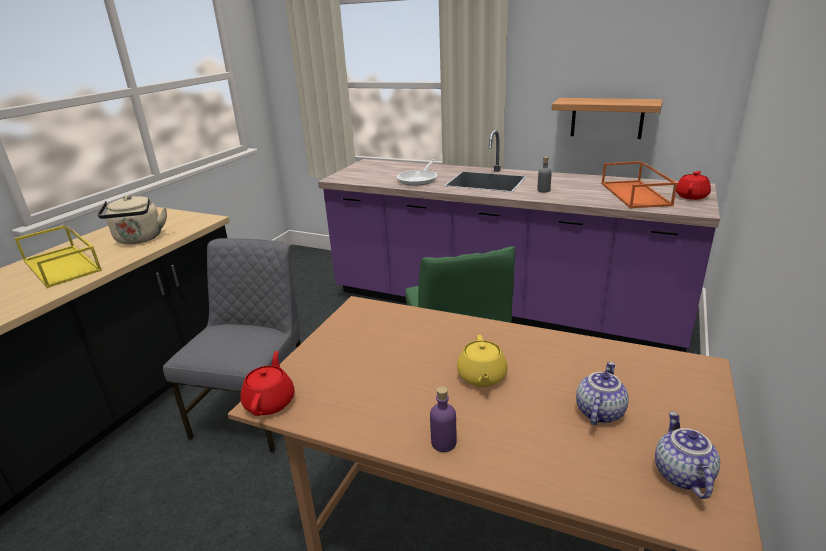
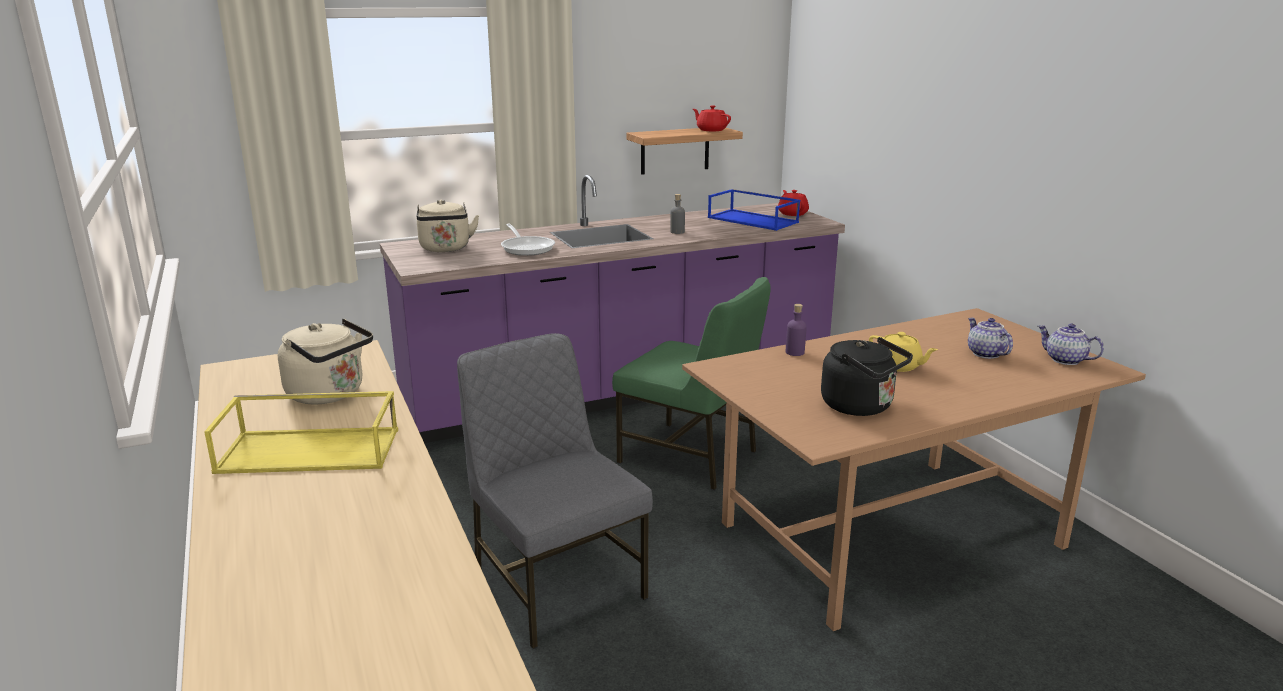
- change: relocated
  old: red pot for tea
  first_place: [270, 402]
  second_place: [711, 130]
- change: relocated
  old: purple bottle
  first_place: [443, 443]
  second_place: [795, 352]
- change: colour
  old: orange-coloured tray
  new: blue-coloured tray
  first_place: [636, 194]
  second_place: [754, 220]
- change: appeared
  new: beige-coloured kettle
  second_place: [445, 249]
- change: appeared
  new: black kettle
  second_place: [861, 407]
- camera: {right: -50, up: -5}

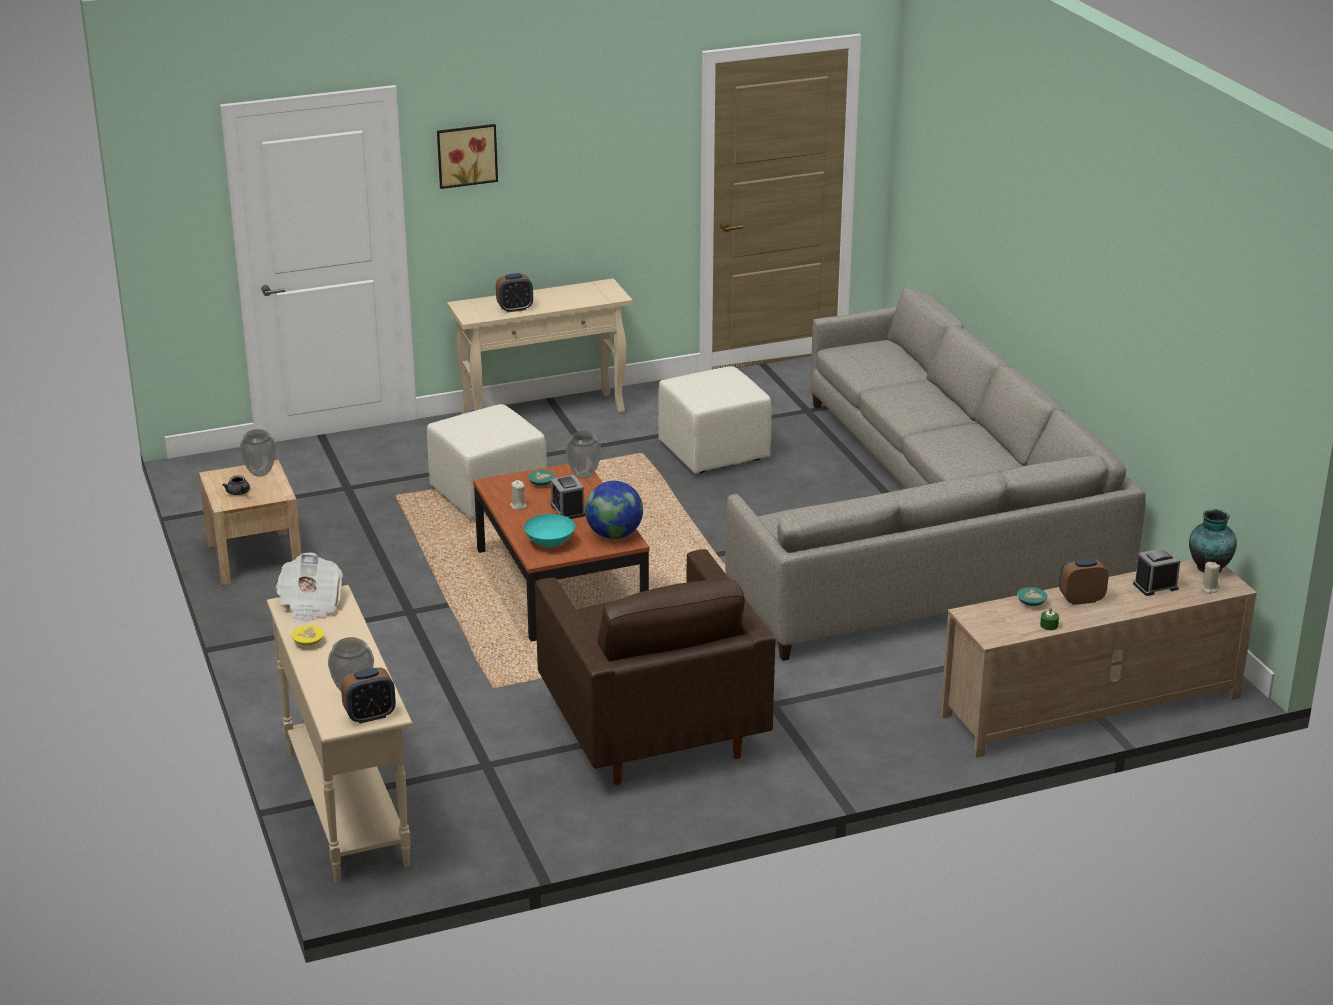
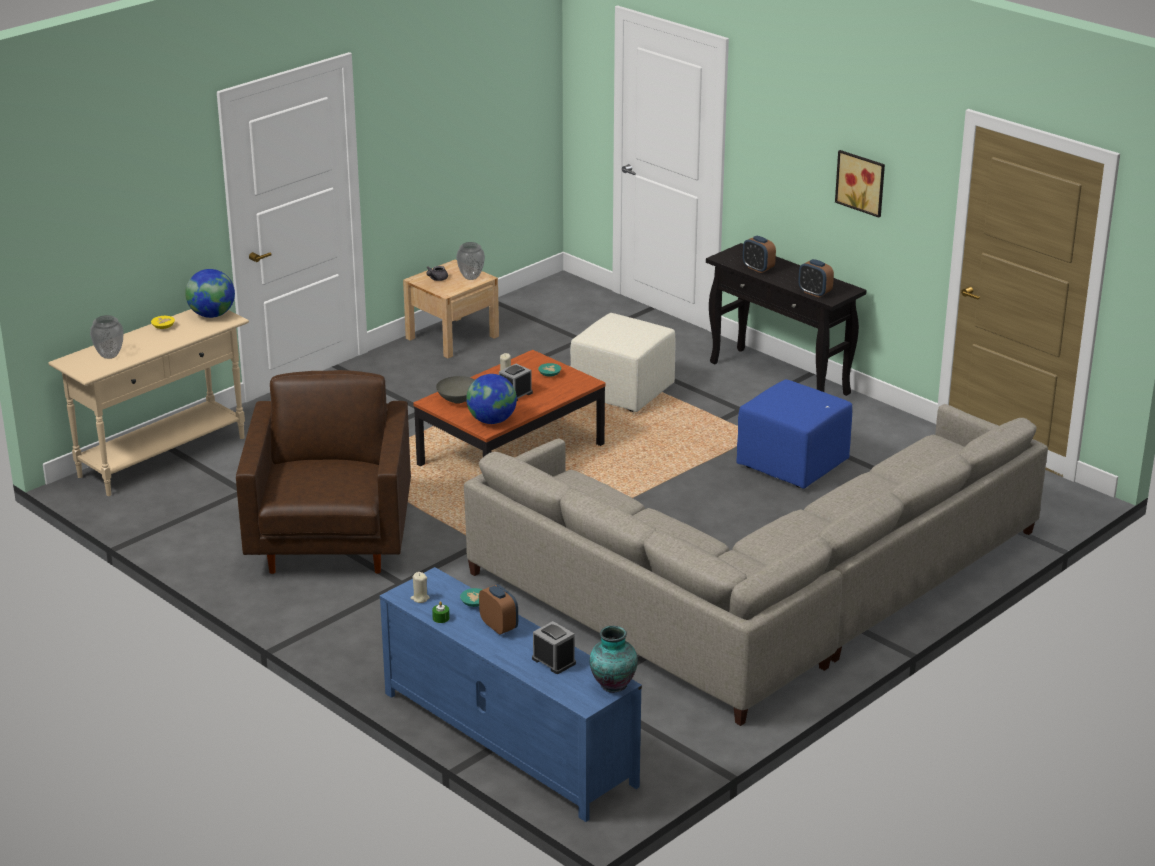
- change: exchanged
  old: printed paper
  new: desk globe
  first_place: [310, 604]
  second_place: [212, 315]
- change: relocated
  old: bedside clock
  first_place: [370, 716]
  second_place: [814, 293]
- change: relocated
  old: wall picture
  first_place: [466, 155]
  second_place: [862, 182]
- change: colour
  old: beige-coloured narrow table
  new: black narrow table
  first_place: [544, 414]
  second_place: [780, 378]
- change: colour
  old: turquoise serving bowl
  new: grey serving bowl
  first_place: [549, 543]
  second_place: [458, 400]
- change: spun
  old: brown armchair
  first_place: [651, 728]
  second_place: [331, 541]
  degrees: 135
- change: missing
  old: decorative vase
  first_place: [584, 475]
- change: colour
  old: beige-coloured footrest
  new: blue-coloured footrest
  first_place: [714, 452]
  second_place: [794, 465]
- change: colour
  old: beige-coloured tv unit
  new: blue-coloured tv unit
  first_place: [1090, 707]
  second_place: [507, 738]
- change: relocated
  old: beige-coloured wax candle
  first_place: [1209, 589]
  second_place: [420, 598]
- camera: {right: 65, up: 0}

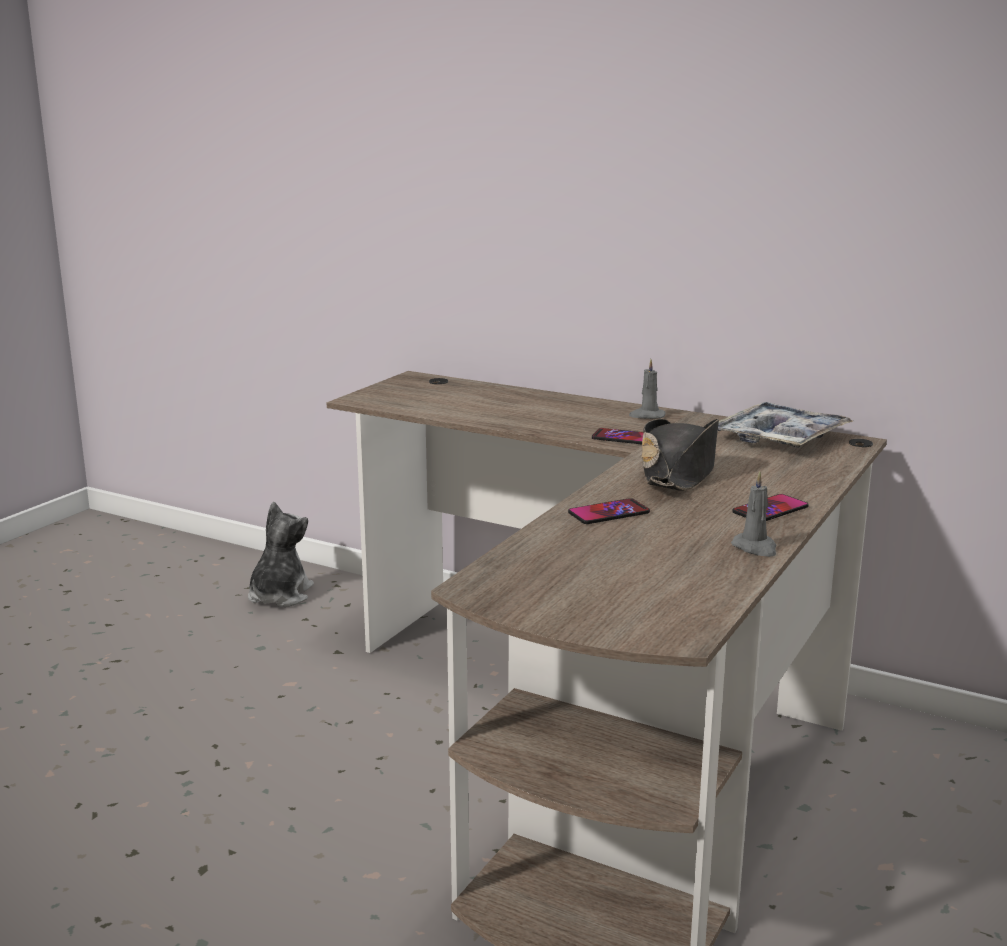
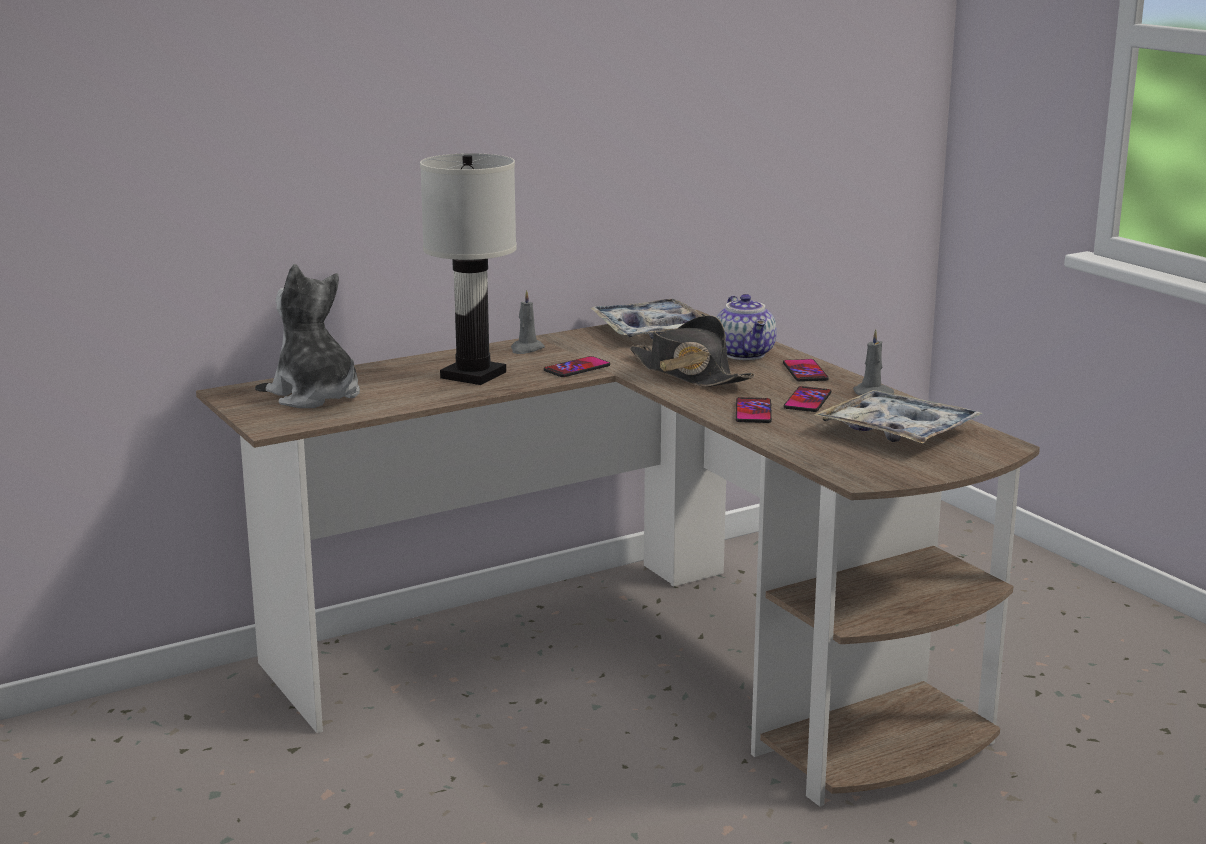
- change: relocated
  old: soft toy
  first_place: [279, 596]
  second_place: [315, 396]
- change: appeared
  new: white-coloured lamp for a table
  second_place: [474, 375]
- change: appeared
  new: pot for tea
  second_place: [746, 354]
- change: appeared
  new: handset
  second_place: [807, 401]
- change: appeared
  new: tray
  second_place: [897, 432]
- camera: {right: -60, up: 0}

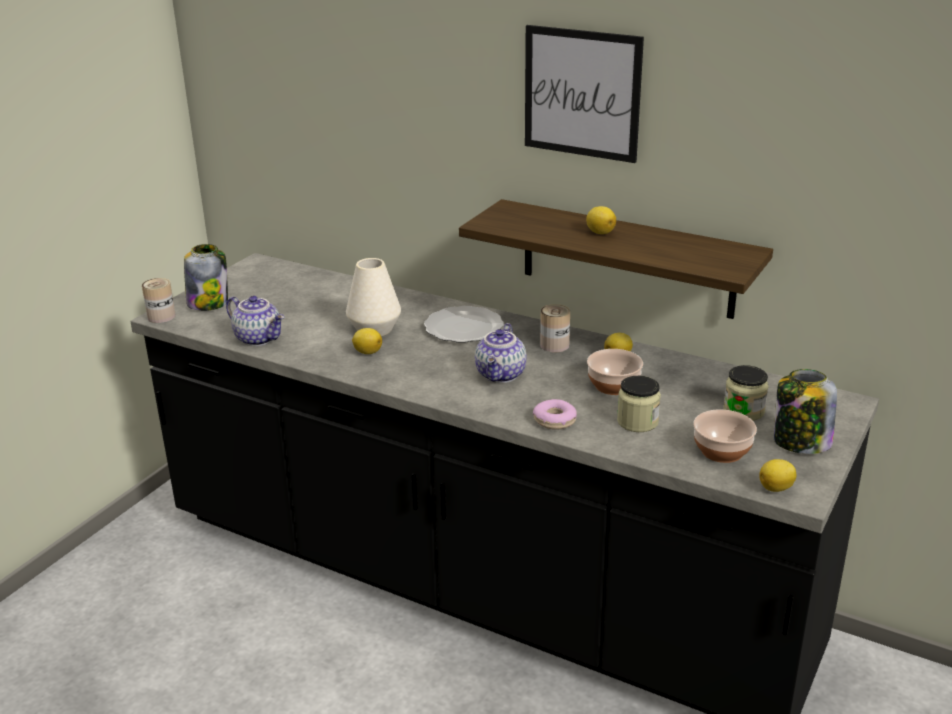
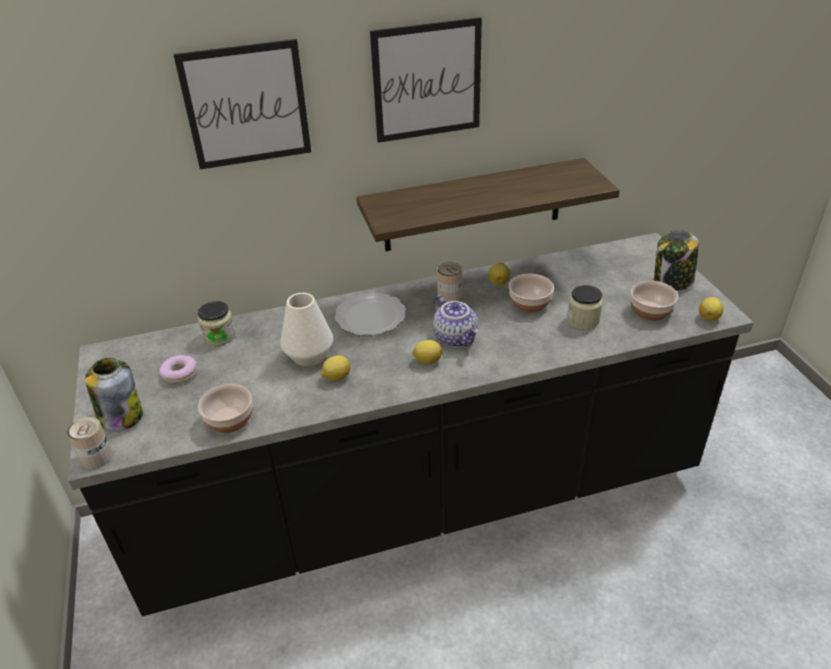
- change: exchanged
  old: pot for tea
  new: serving bowl
  first_place: [259, 338]
  second_place: [229, 420]
- change: relocated
  old: ring doughnut
  first_place: [554, 420]
  second_place: [180, 373]
- change: relocated
  old: citrus fruit
  first_place: [600, 232]
  second_place: [427, 361]
- change: relocated
  old: storage jar
  first_place: [743, 411]
  second_place: [219, 336]
- change: appeared
  new: wall picture
  second_place: [246, 105]
- camera: {right: -45, up: 10}

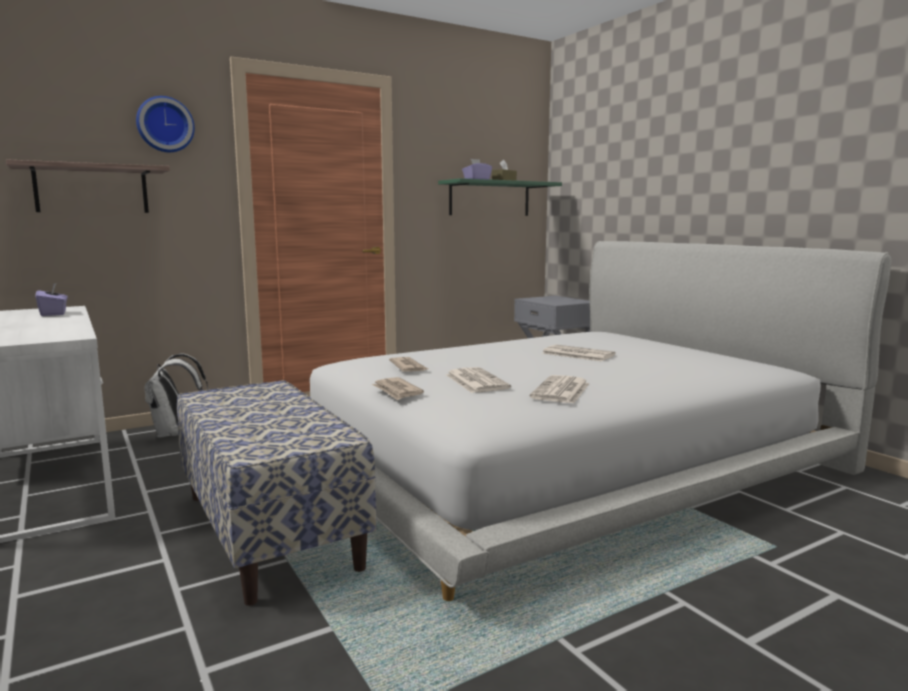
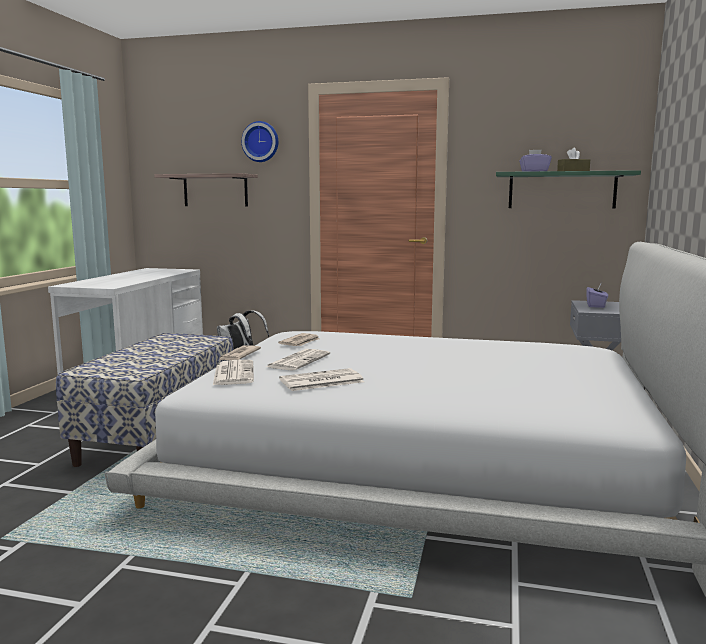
- change: relocated
  old: purple box of tissues
  first_place: [54, 314]
  second_place: [596, 305]
- change: relocated
  old: printed paper
  first_place: [577, 354]
  second_place: [233, 373]
- camera: {right: 45, up: 0}

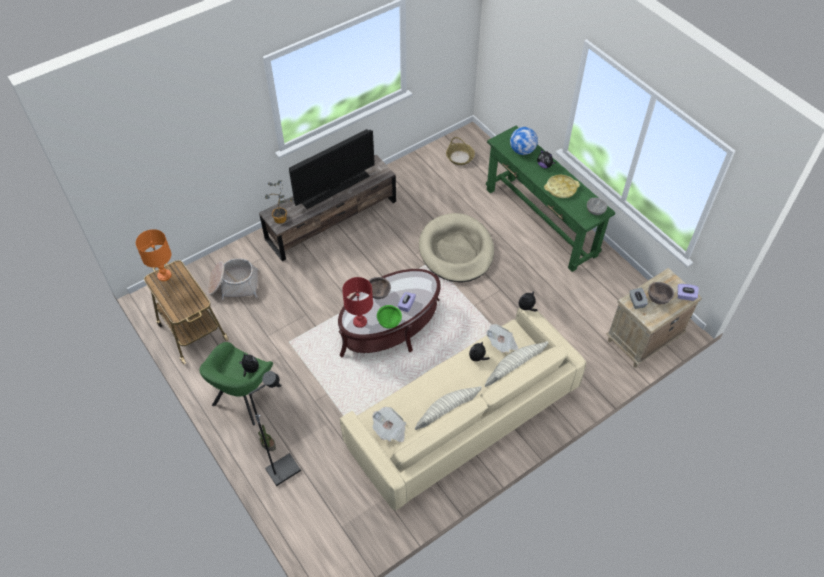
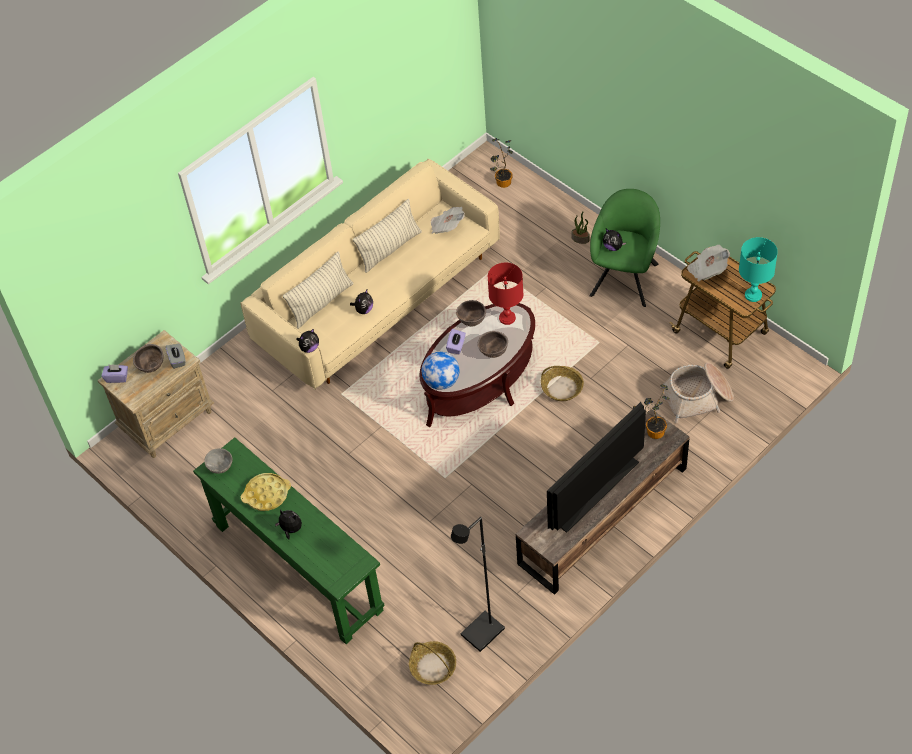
- change: colour
  old: orange-coloured lamp for a table
  new: turquoise lamp for a table
  first_place: [164, 276]
  second_place: [753, 295]
- change: relocated
  old: black floor lamp
  first_place: [283, 469]
  second_place: [483, 633]
- change: colour
  old: green serving bowl
  new: brown serving bowl
  first_place: [389, 323]
  second_place: [472, 321]
- change: missing
  old: beige-coloured pet bed
  first_place: [456, 250]
- change: relocated
  old: printed paper
  first_place: [501, 344]
  second_place: [707, 270]
- change: relocated
  old: desk globe
  first_place: [522, 151]
  second_place: [441, 381]
- change: appeared
  new: potted plant
  second_place: [502, 183]
- change: appeared
  new: storage basket
  second_place: [562, 388]
- camera: {right: 175, up: 0}

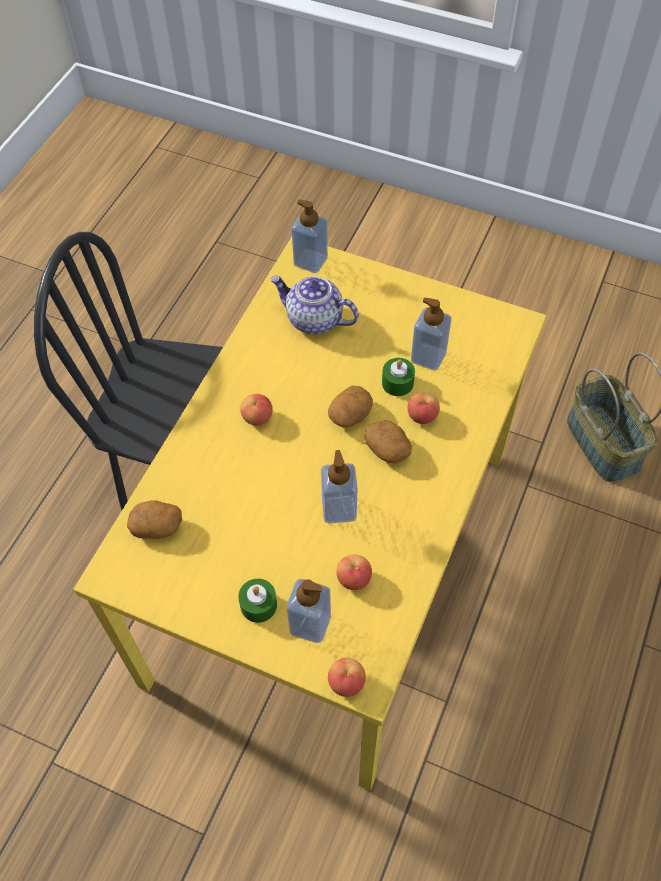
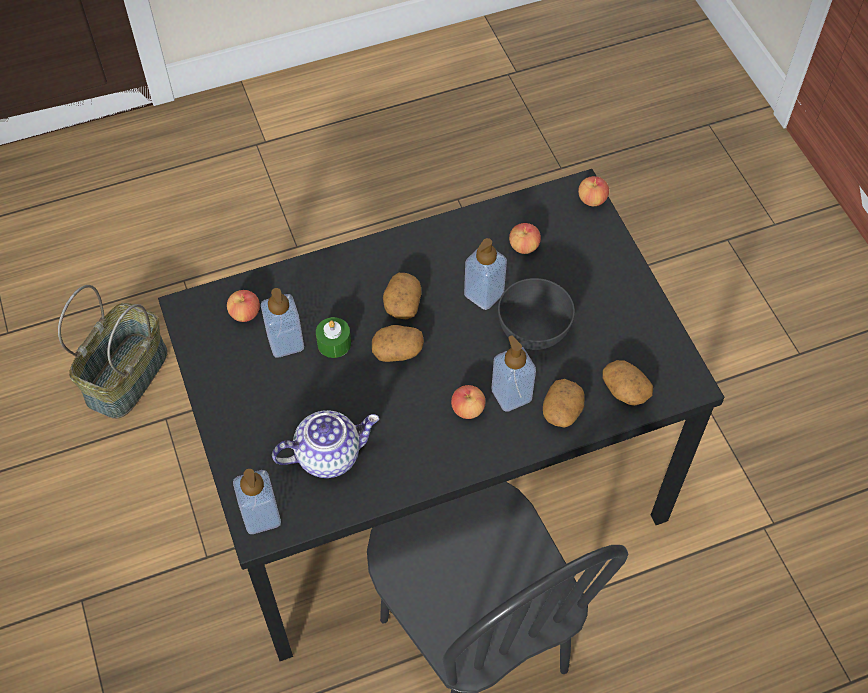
- change: colour
  old: yellowish dinner table
  new: black dinner table
  first_place: [333, 567]
  second_place: [435, 475]
- change: missing
  old: green wax candle
  first_place: [258, 605]
- change: spun
  old: pot for tea
  first_place: [314, 320]
  second_place: [328, 454]
  degrees: -90
- change: relocated
  old: soap bottle
  first_place: [310, 624]
  second_place: [511, 395]
- change: relocated
  old: apple fruit
  first_place: [422, 416]
  second_place: [245, 314]
- change: appeared
  new: grey serving bowl
  second_place: [533, 331]
- change: appeared
  new: whole potato
  second_place: [562, 411]
- camera: {right: -135, up: 0}

